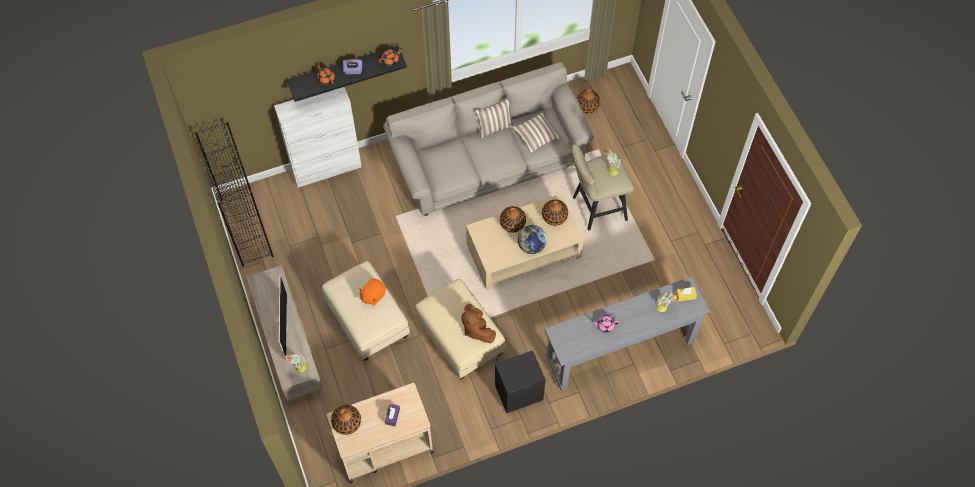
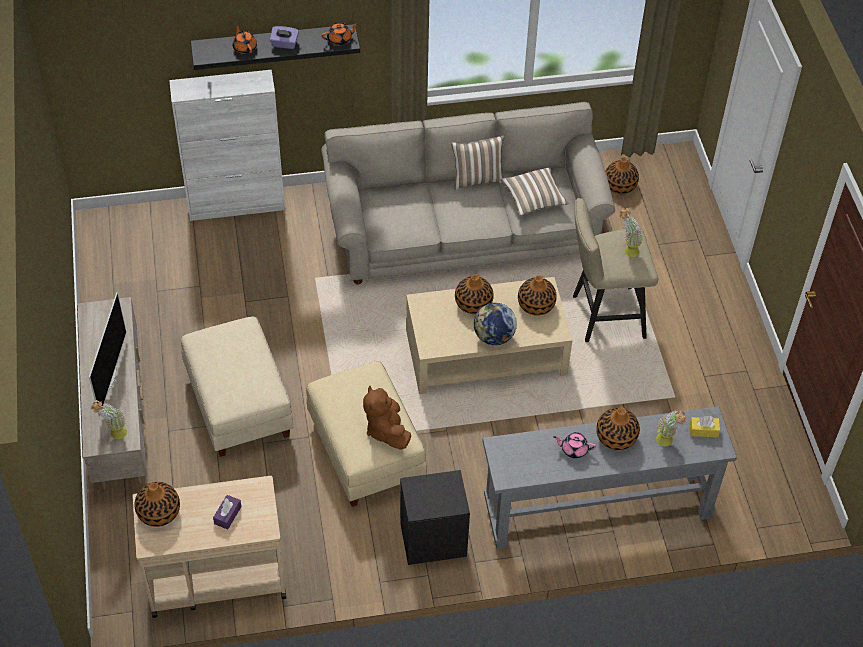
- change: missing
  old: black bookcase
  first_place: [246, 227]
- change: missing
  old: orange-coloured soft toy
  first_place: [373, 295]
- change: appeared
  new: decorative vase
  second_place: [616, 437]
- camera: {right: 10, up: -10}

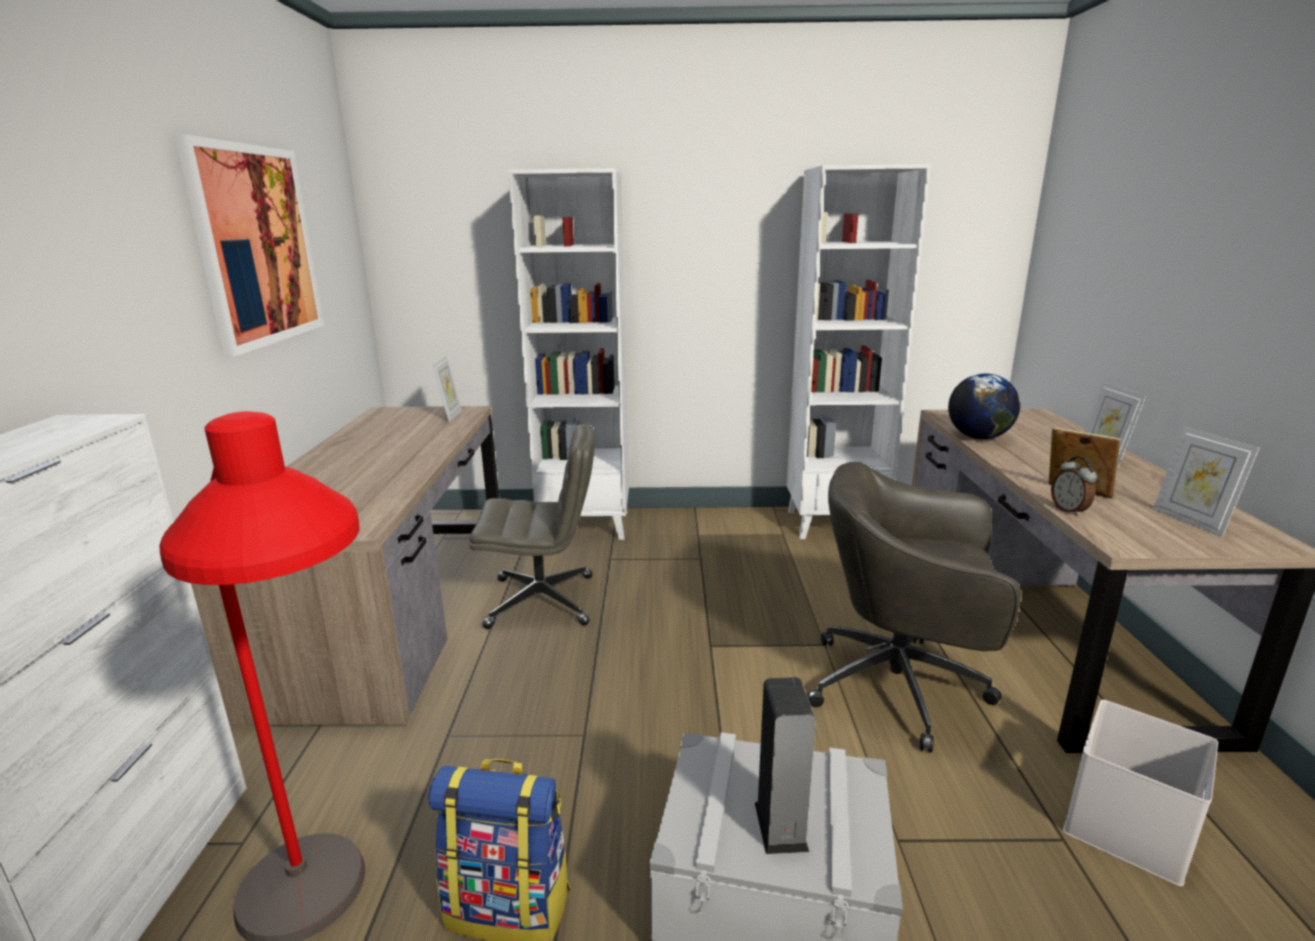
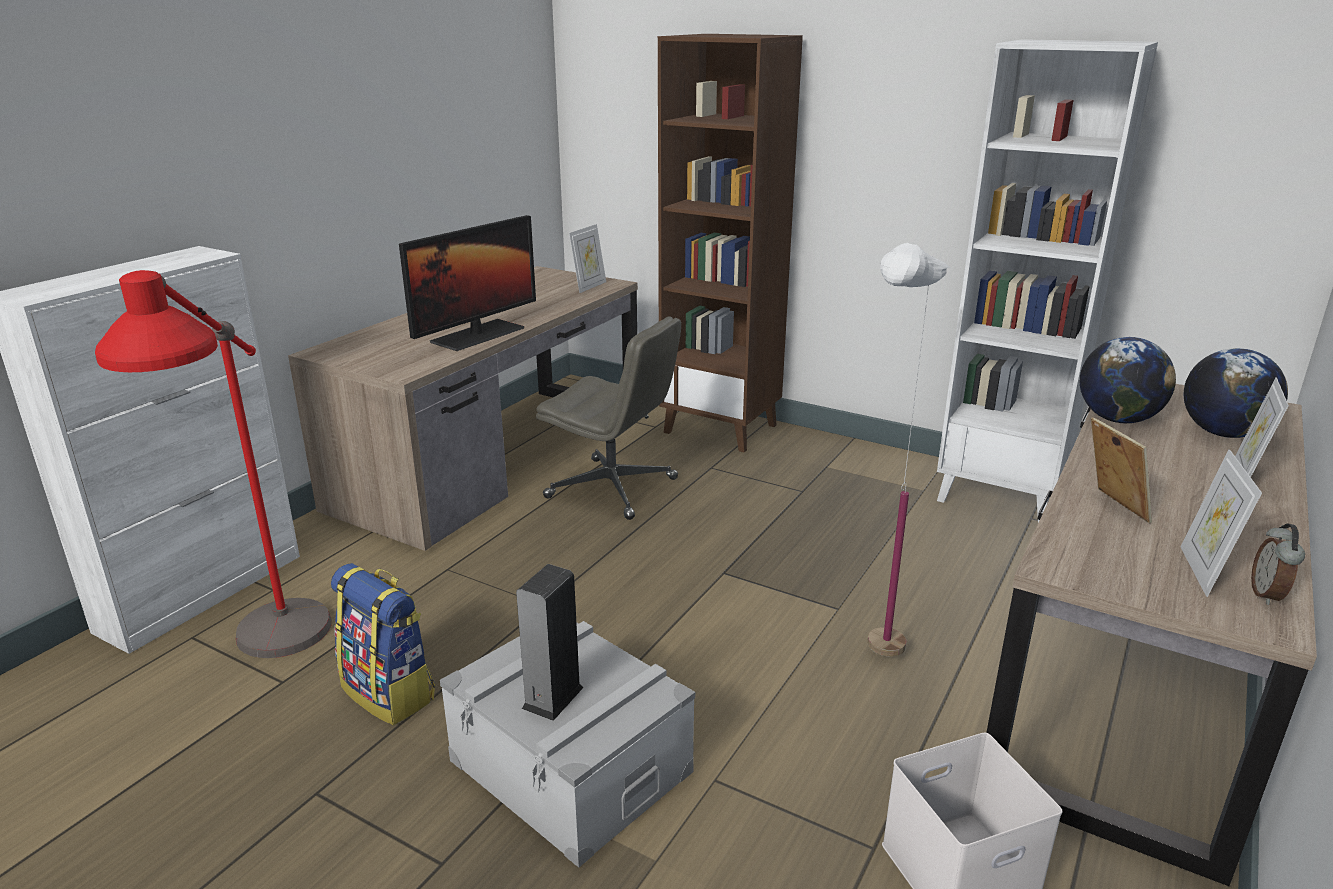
- change: missing
  old: wall picture
  first_place: [257, 246]
- change: colour
  old: white-coloured bookcase
  new: brown bookcase
  first_place: [586, 525]
  second_place: [721, 428]
- change: exchanged
  old: grey computer chair
  new: white-coloured floor lamp
  first_place: [901, 687]
  second_place: [873, 671]
- change: relocated
  old: bedside clock
  first_place: [1069, 510]
  second_place: [1267, 595]
- change: appeared
  new: computer display
  second_place: [478, 335]
- change: appeared
  new: desk globe
  second_place: [1222, 433]
- camera: {right: 30, up: 5}

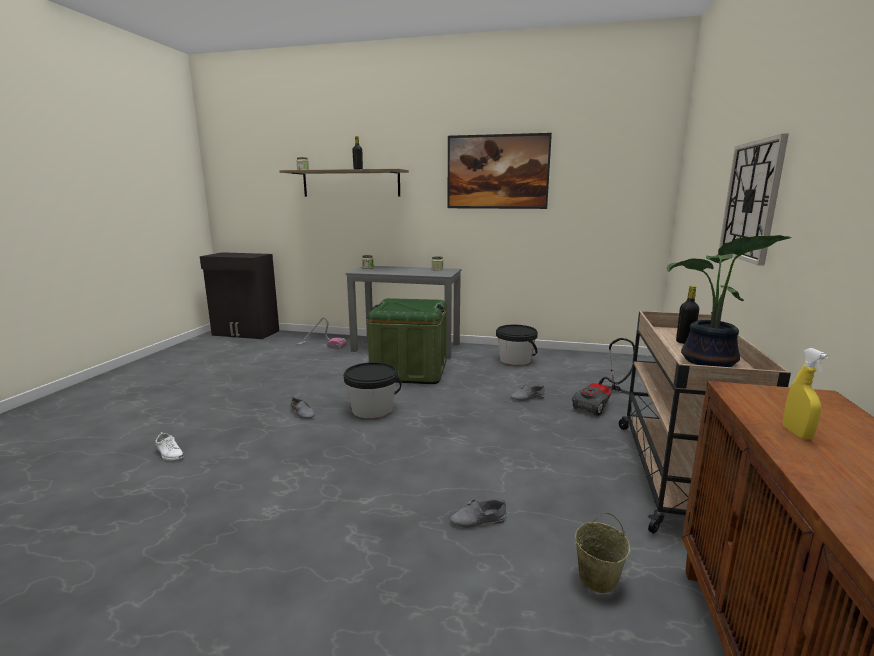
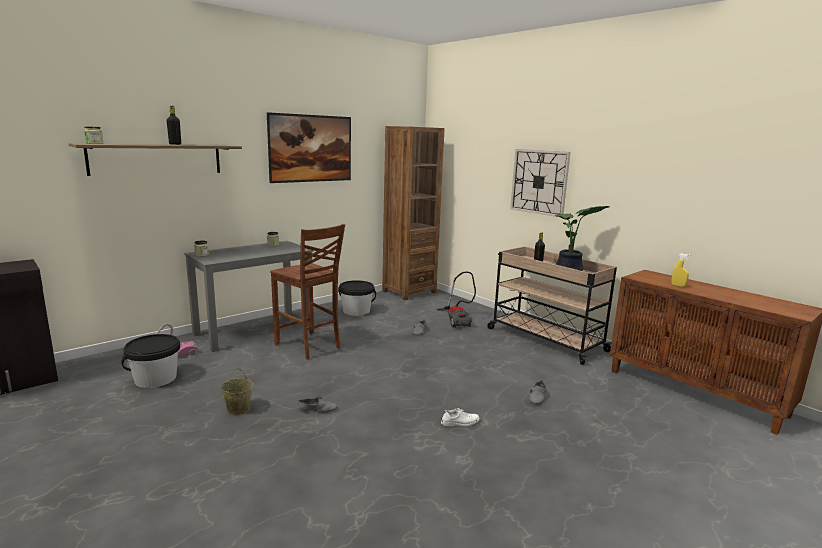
- change: relocated
  old: white-coloured low shoe
  first_place: [170, 453]
  second_place: [460, 422]
- change: relocated
  old: black water bucket
  first_place: [372, 409]
  second_place: [155, 379]
- change: exchanged
  old: green storage bin
  new: brown plain chair
  first_place: [409, 371]
  second_place: [308, 346]
- change: relocated
  old: beige-coloured water bucket
  first_place: [597, 578]
  second_place: [238, 409]
- change: appeared
  new: brown bookcase
  second_place: [409, 292]
- camera: {right: -55, up: 0}

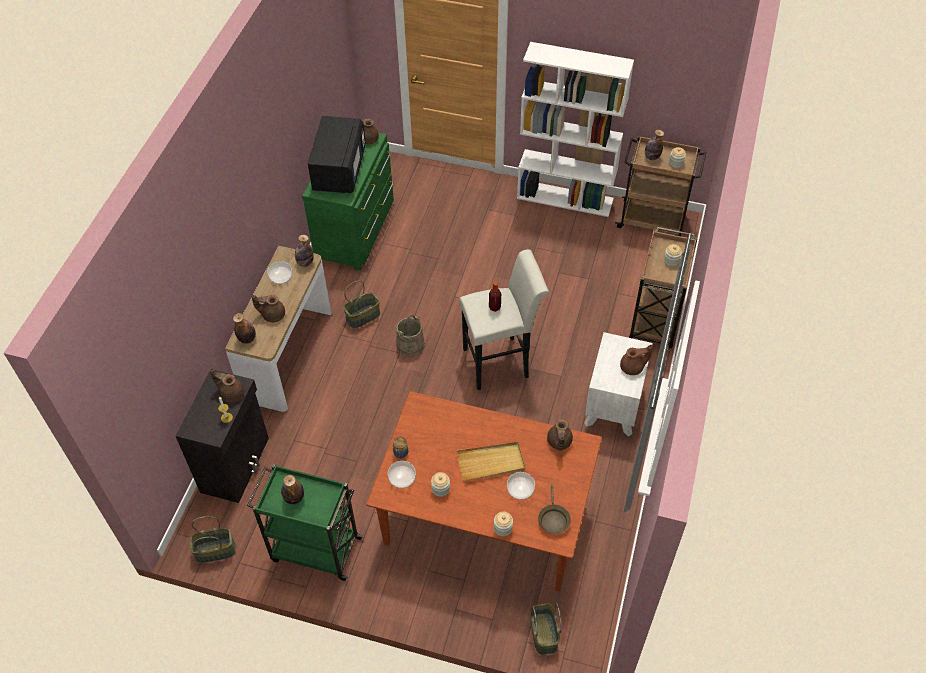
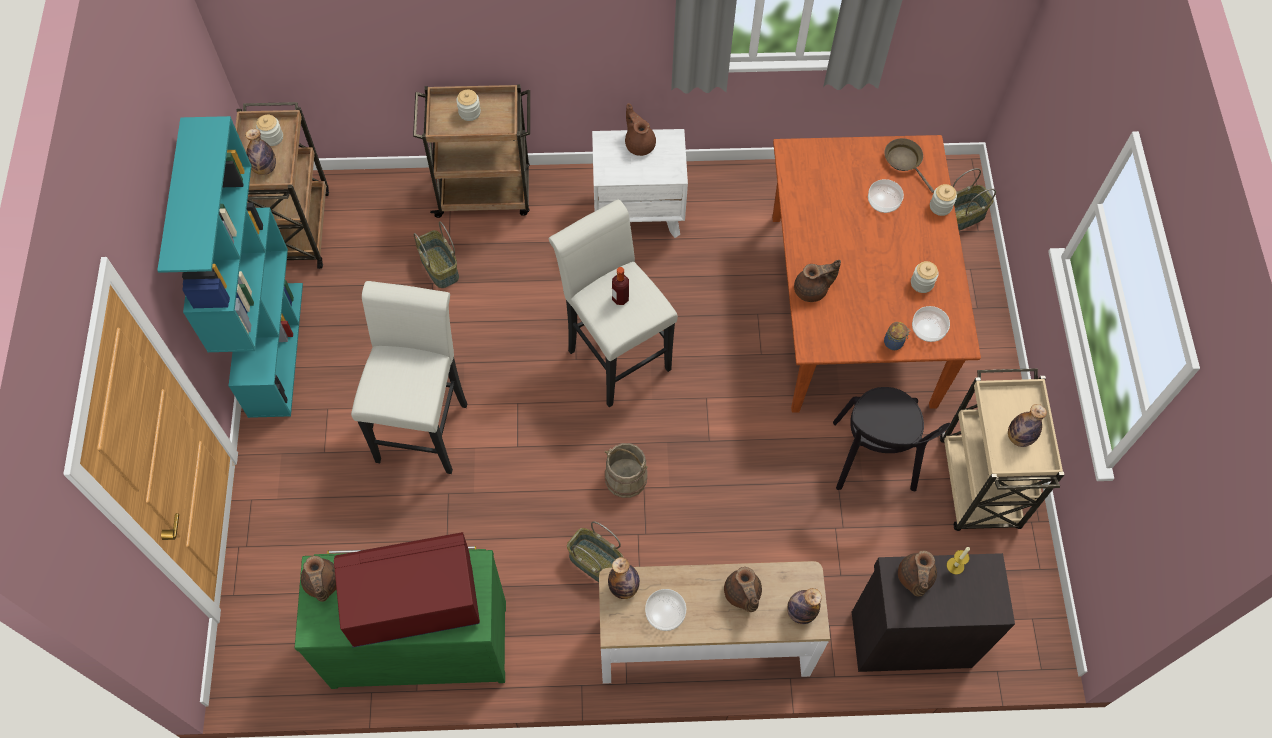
- change: relocated
  old: storage basket
  first_place: [215, 550]
  second_place: [438, 267]
- change: colour
  old: green trolley
  new: beige-coloured trolley
  first_place: [314, 549]
  second_place: [979, 485]
- change: colour
  old: black microwave oven
  new: red microwave oven
  first_place: [339, 170]
  second_place: [413, 602]
- change: missing
  old: beige-coloured tray
  first_place: [491, 462]
- change: colour
  old: white-coloured bookcase
  new: turquoise bookcase
  first_place: [565, 198]
  second_place: [275, 348]
- change: spun
  old: brown frying pan
  first_place: [553, 519]
  second_place: [905, 161]
  degrees: -105
- change: relocated
  old: brown pot for tea
  first_place: [559, 442]
  second_place: [812, 290]
- change: appeared
  new: white-coloured stool
  second_place: [424, 425]
- change: appeared
  new: black plain chair
  second_place: [874, 460]
- camera: {right: -110, up: 10}

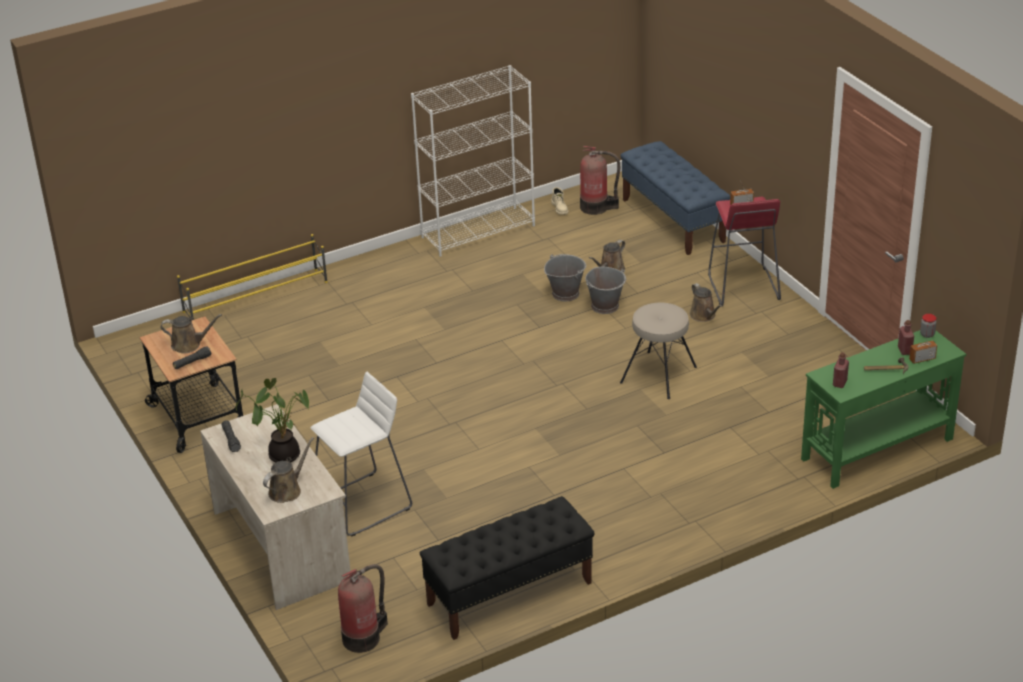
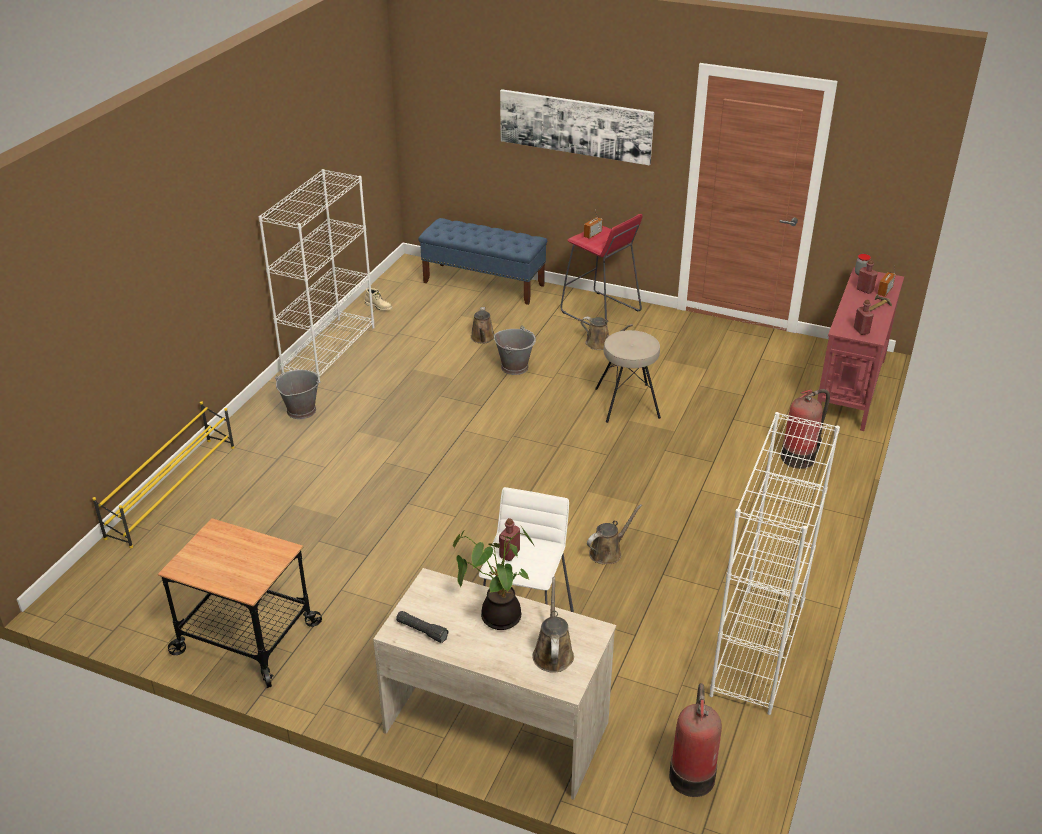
- change: relocated
  old: brown watering can
  first_place: [189, 345]
  second_place: [608, 552]
- change: missing
  old: black torch
  first_place: [192, 362]
- change: exchanged
  old: black long seat
  new: white-coloured bookcase
  first_place: [509, 594]
  second_place: [758, 650]
- change: relocated
  old: grey water bucket
  first_place: [565, 293]
  second_place: [301, 410]
- change: relocated
  old: fire-fighting cylinder
  first_place: [596, 207]
  second_place: [799, 457]
- change: colour
  old: green narrow table
  new: red narrow table
  first_place: [876, 449]
  second_place: [849, 389]
- change: appeared
  new: red bottle
  second_place: [509, 554]
- change: appeared
  new: wall picture
  second_place: [575, 126]
- camera: {right: -40, up: 0}

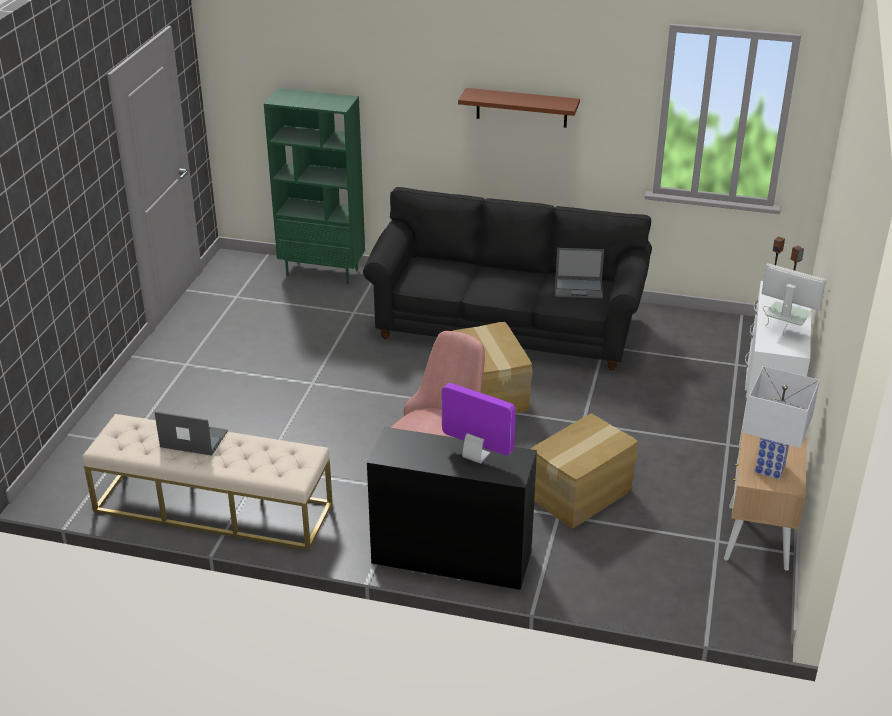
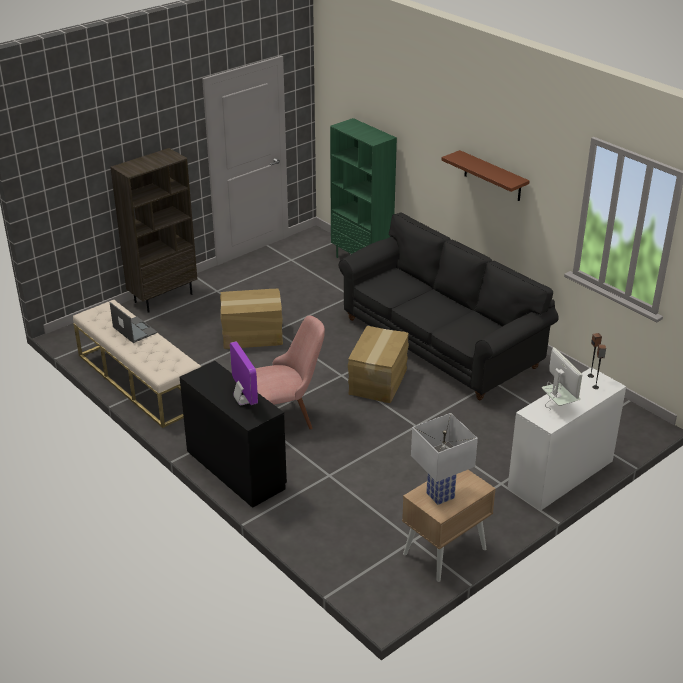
- change: relocated
  old: carton
  first_place: [581, 494]
  second_place: [252, 335]
- change: missing
  old: portable computer
  first_place: [579, 288]
- change: appeared
  new: brown bookcase
  second_place: [163, 297]
- camera: {right: 35, up: 0}

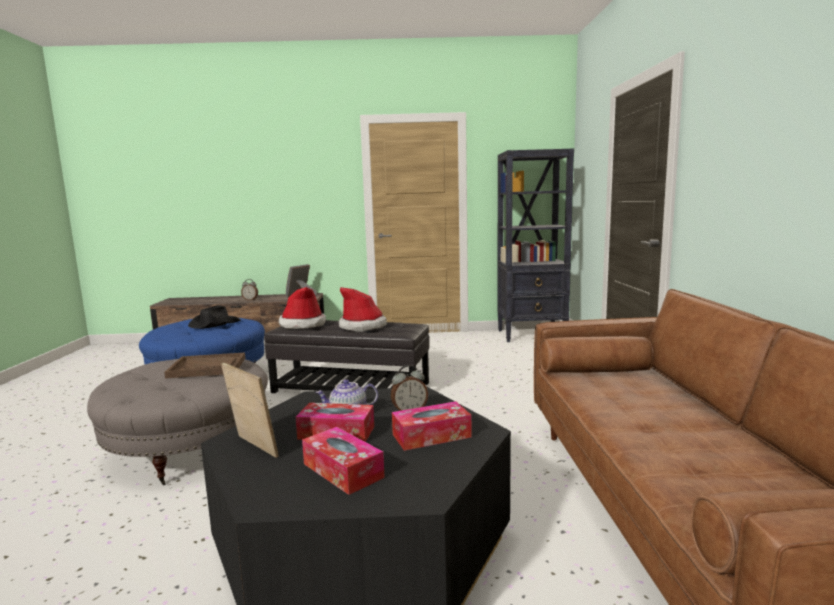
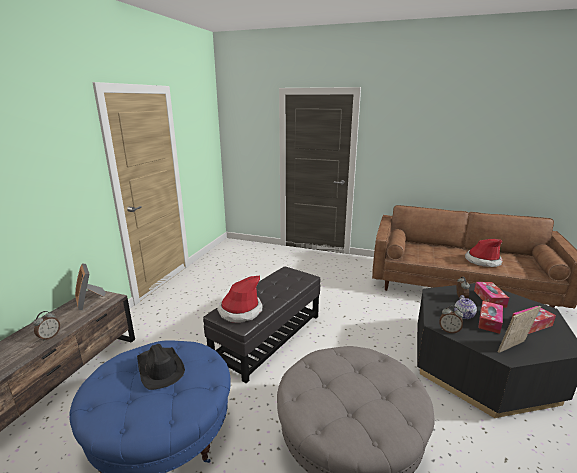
- change: missing
  old: brown tray
  first_place: [207, 367]
- change: relocated
  old: clothing hat
  first_place: [363, 326]
  second_place: [482, 261]
- change: missing
  old: black bookcase
  first_place: [532, 335]
- change: appeared
  new: bedside clock
  second_place: [449, 330]
- camera: {right: -70, up: 10}

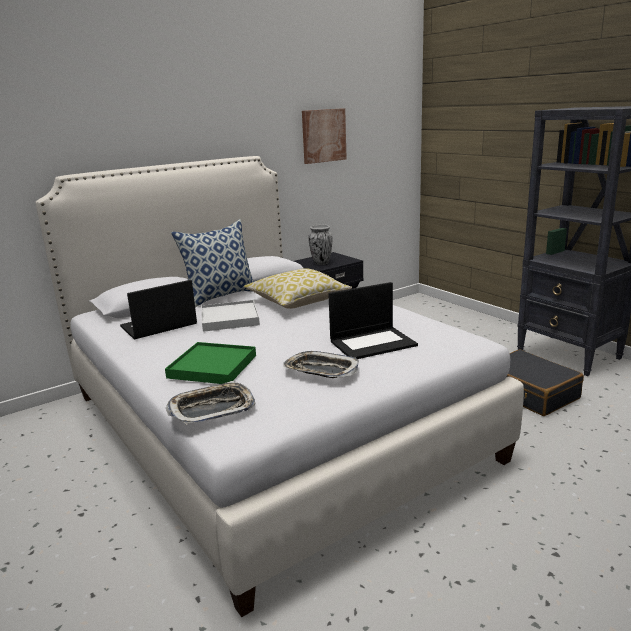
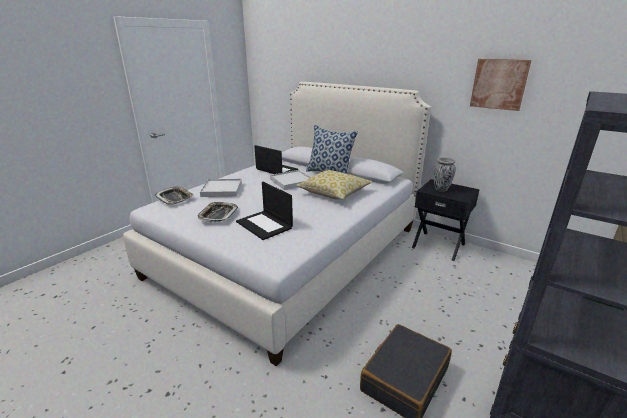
- change: colour
  old: green tray
  new: white-coloured tray
  first_place: [213, 366]
  second_place: [222, 190]
- camera: {right: 70, up: 5}

